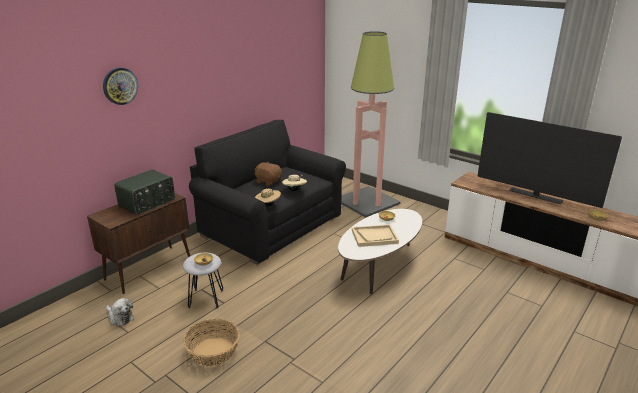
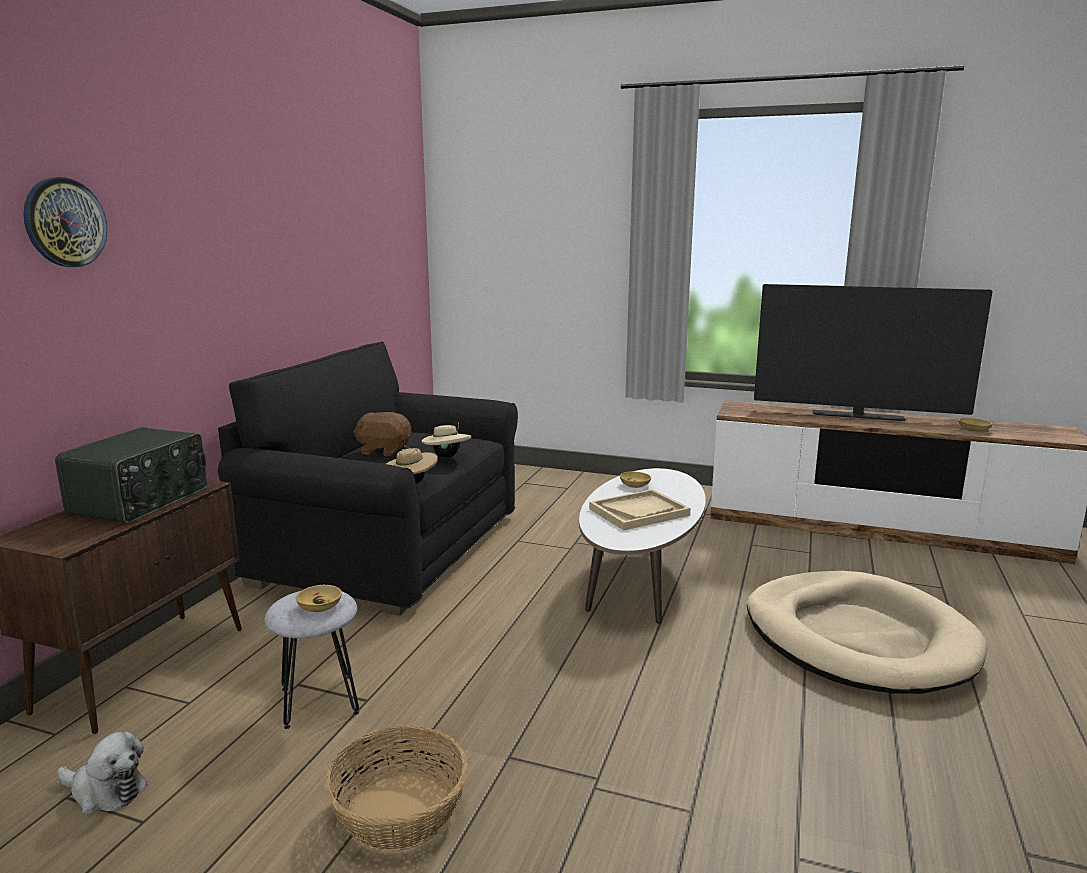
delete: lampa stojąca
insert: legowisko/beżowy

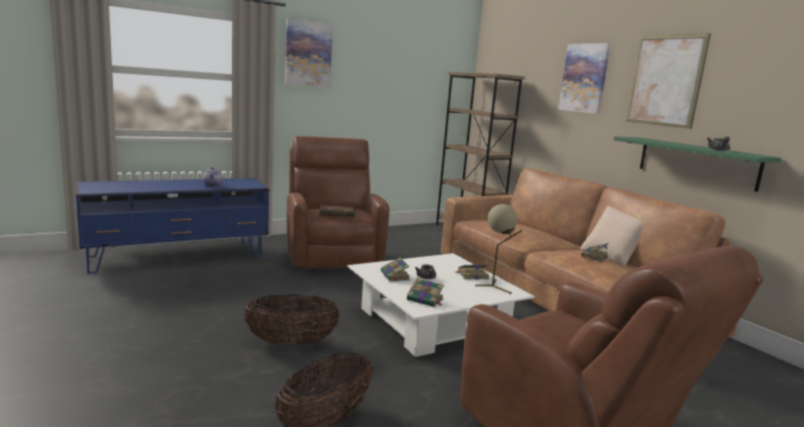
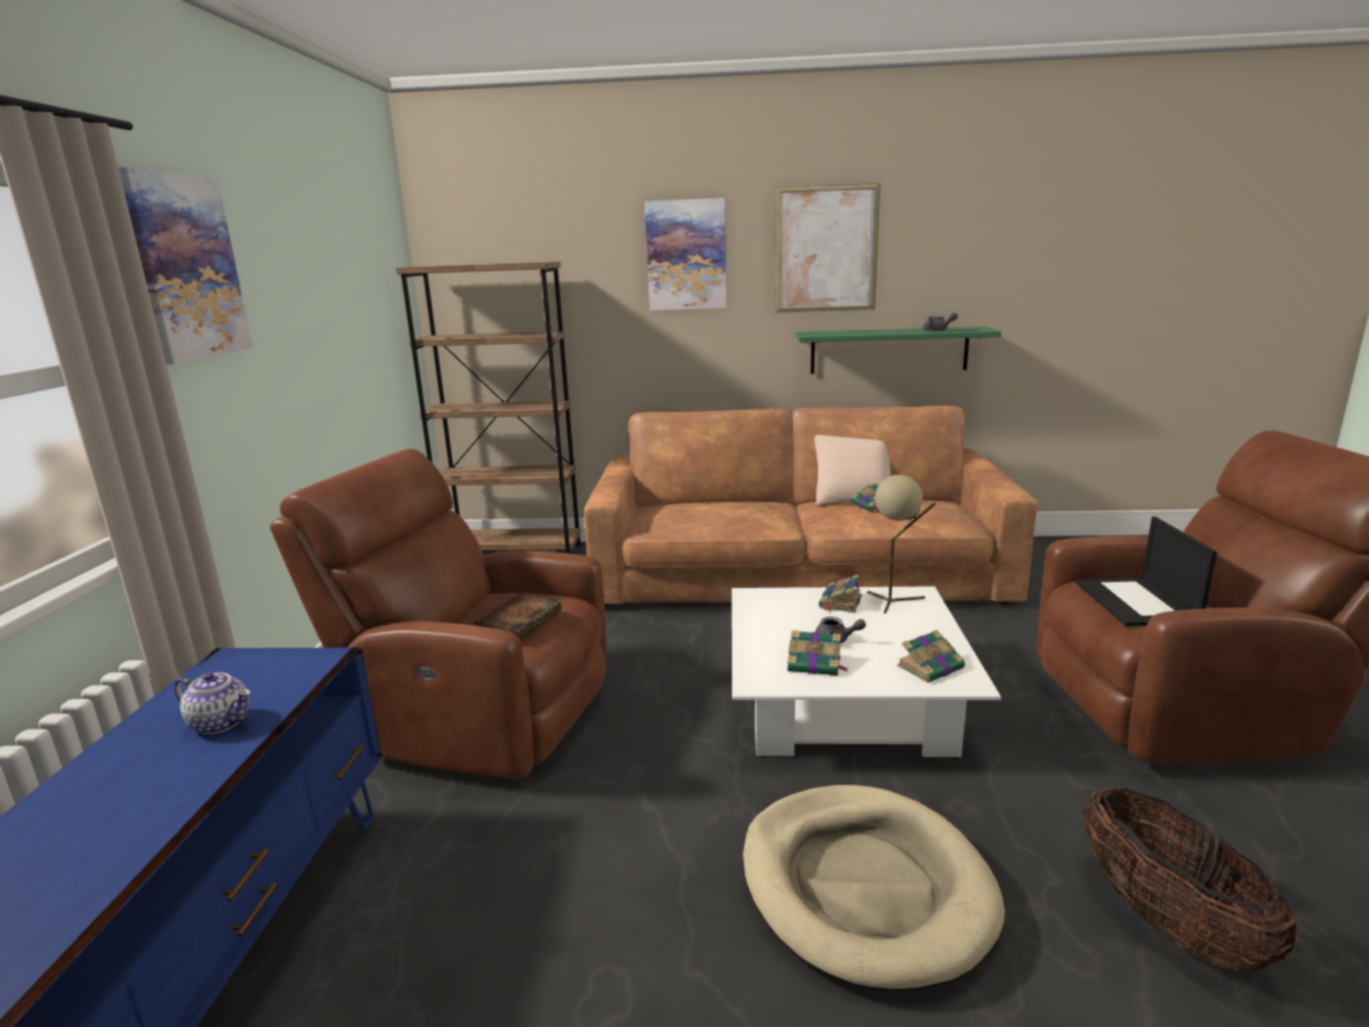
insert: laptop
replace: koszyk (1st from left) to legowisko/beżowy

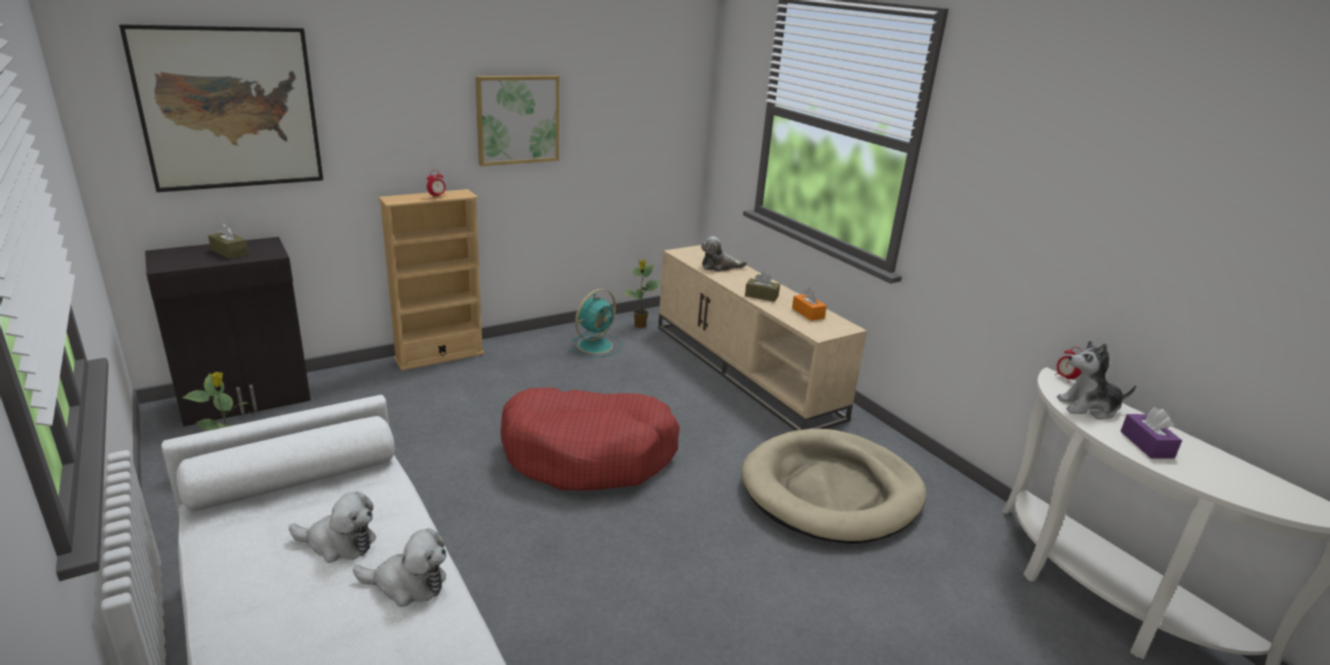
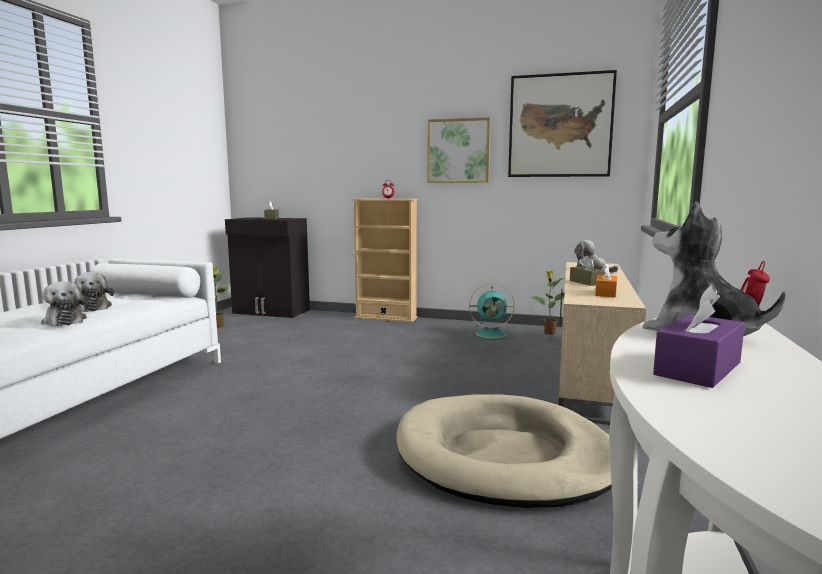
delete: legowisko/czerwony
move: obraz (1st from left in the first image) to obraz (2nd from left)

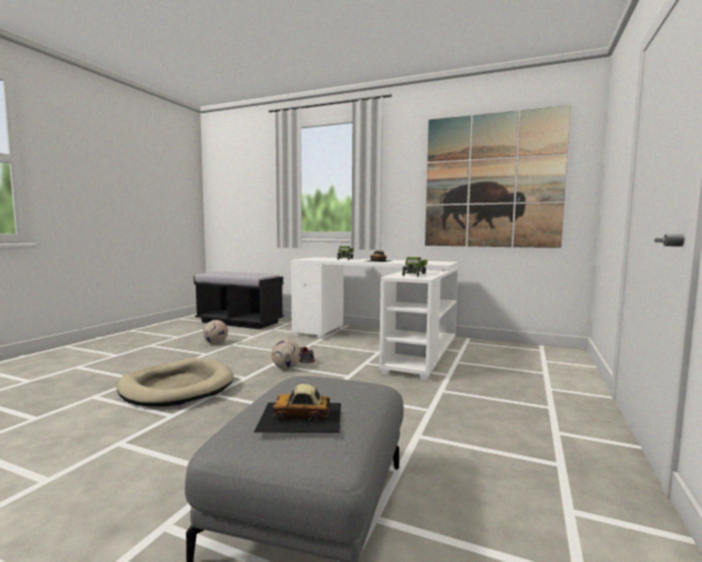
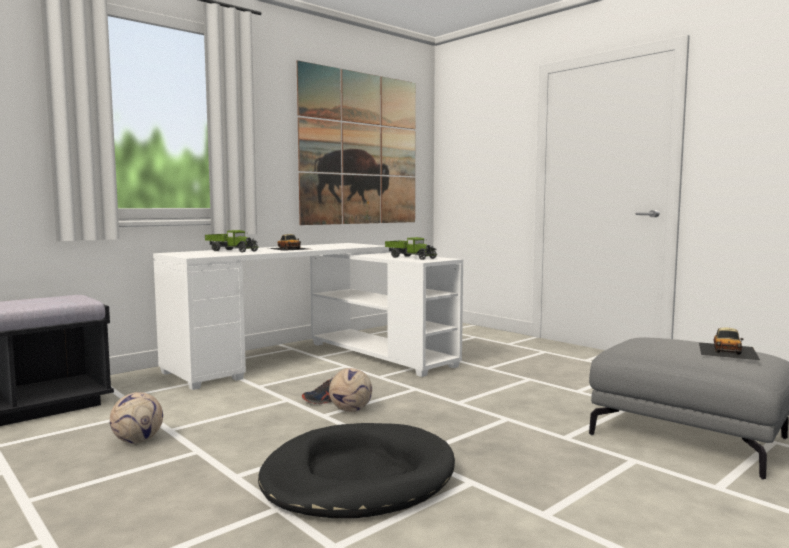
recolor: legowisko/beżowy to legowisko/czarny

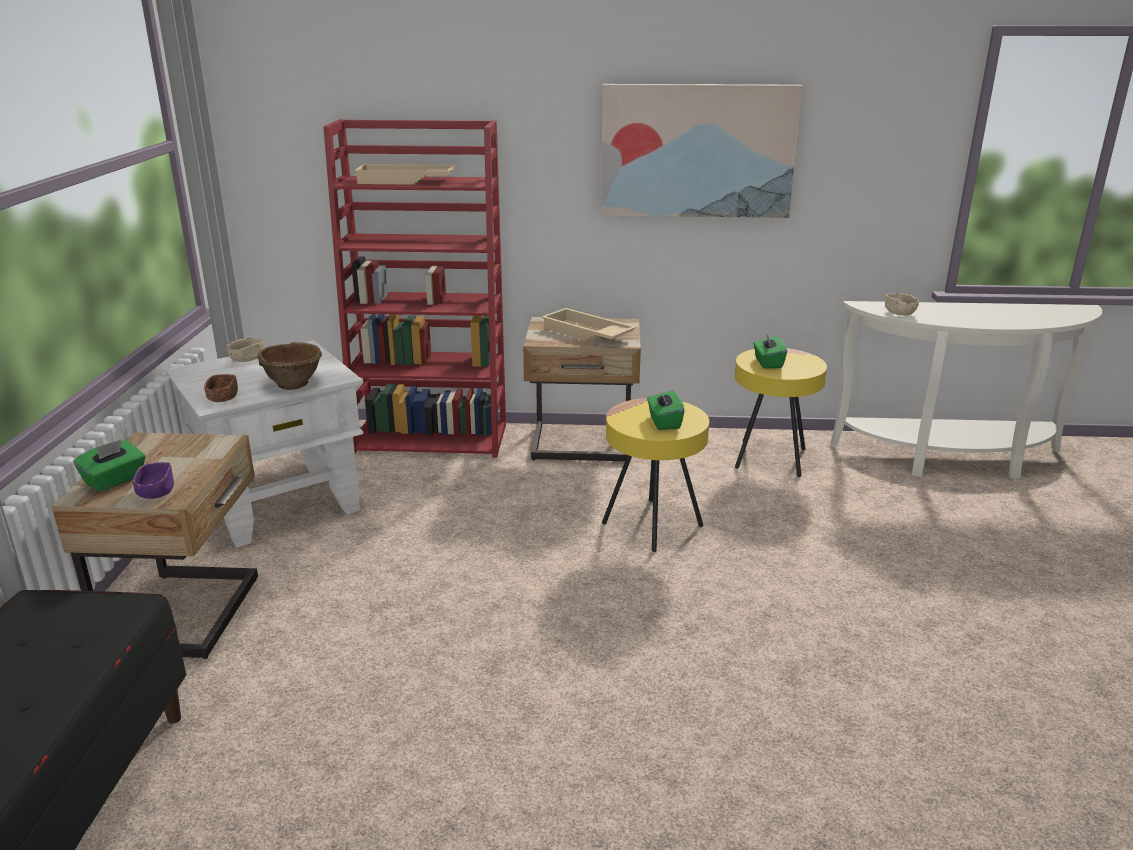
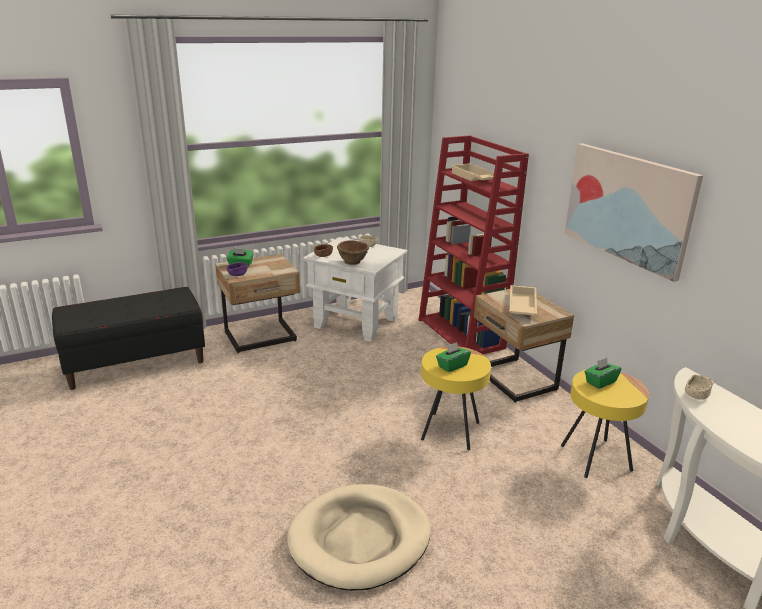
insert: legowisko/beżowy

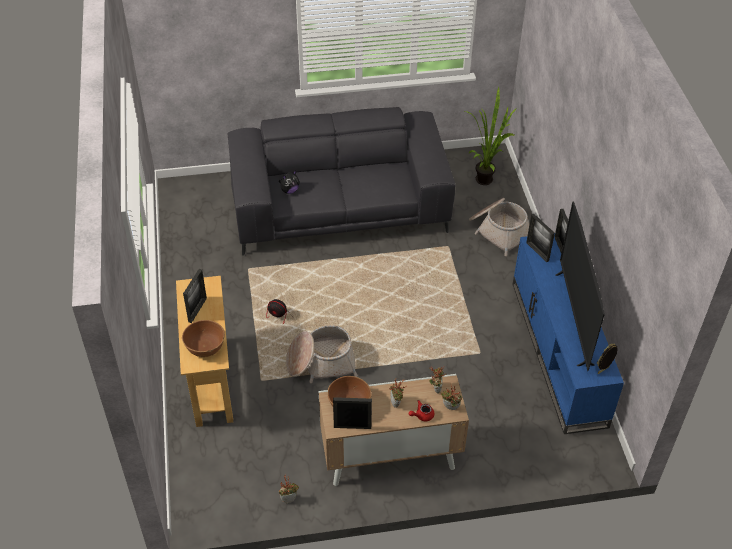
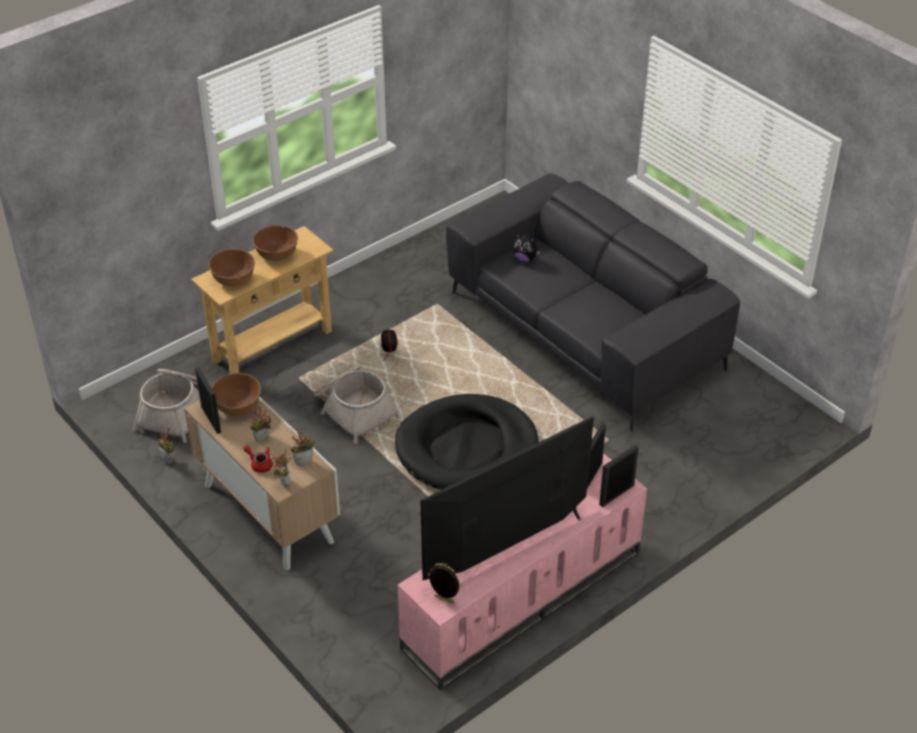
delete: roślina doniczkowa (5th from left)
insert: legowisko/czarny
move: koszyk (2nd from left in the first image) to koszyk (1st from left)
replace: ramka na zdjęcie (1st from left) to miska/brązowy (3rd from left)
recolor: szafka pod telewizor/niebieski to szafka pod telewizor/różowy

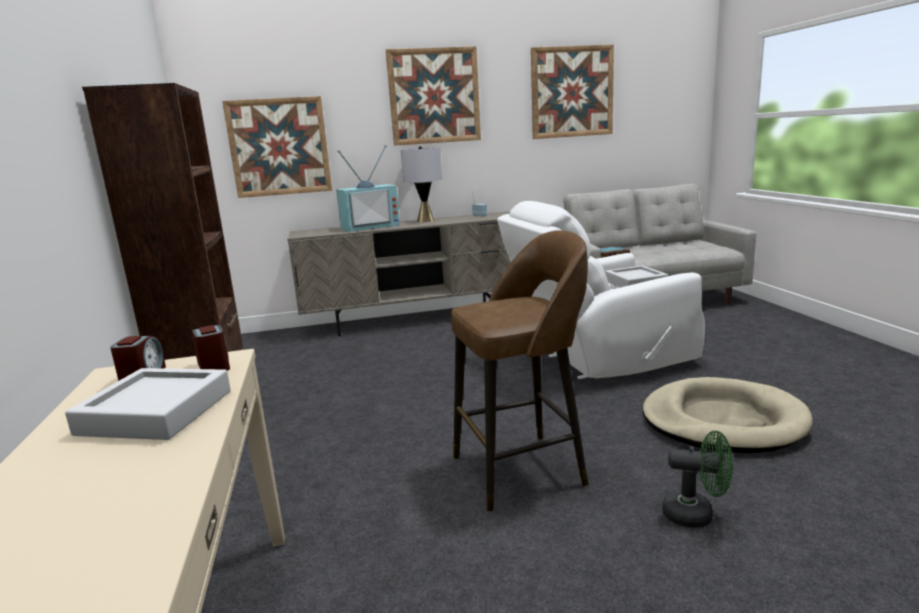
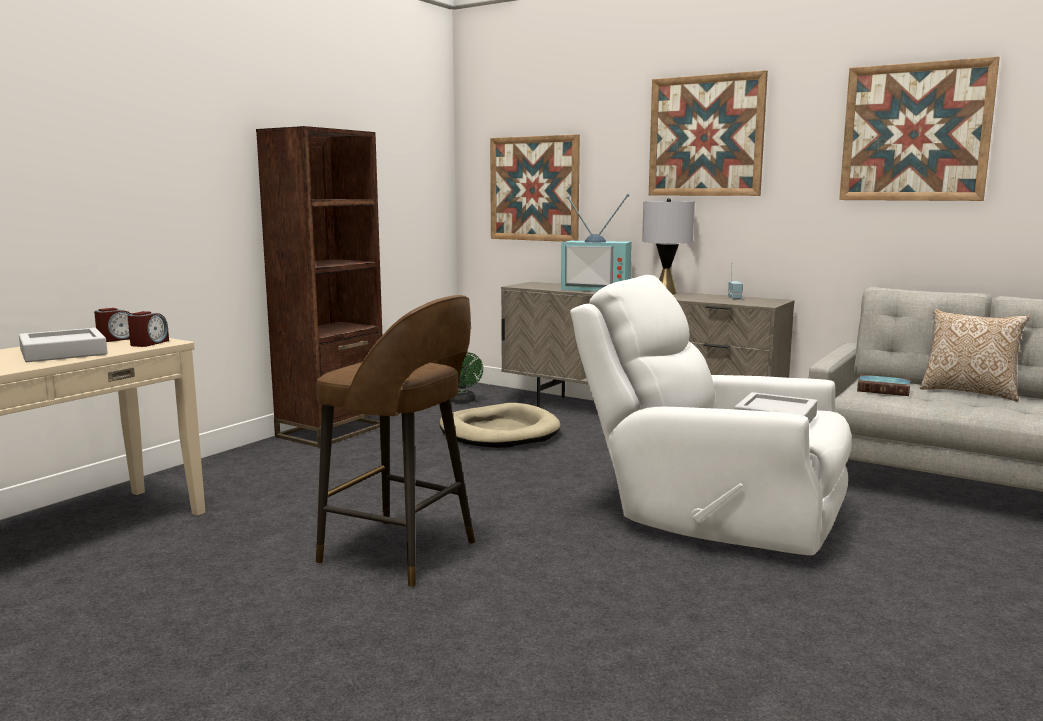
insert: poduszka
move: legowisko/beżowy; wentylator/zielony

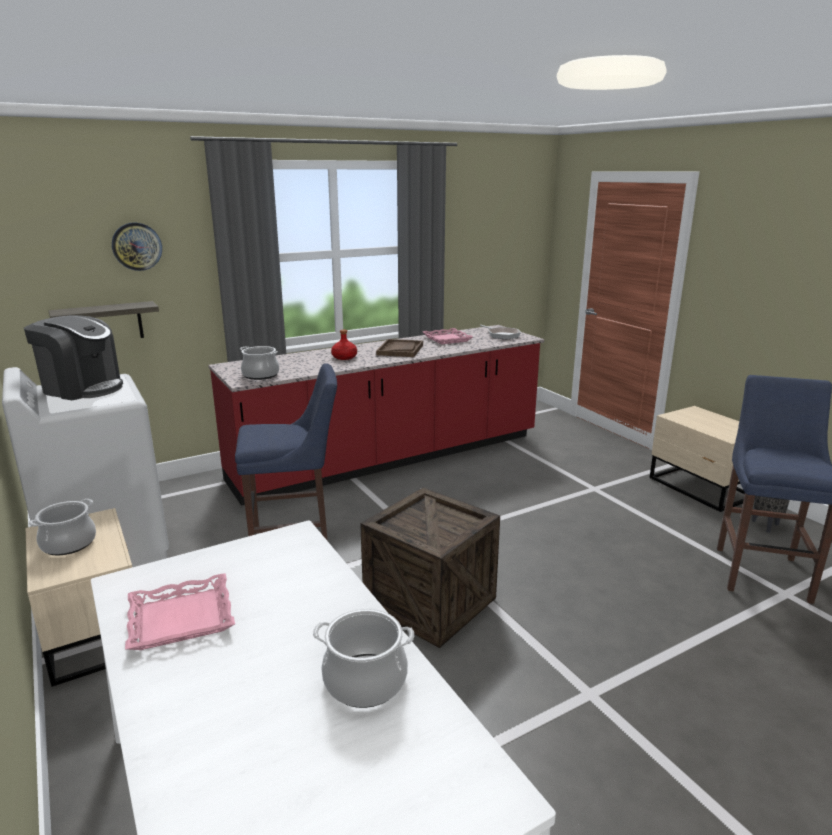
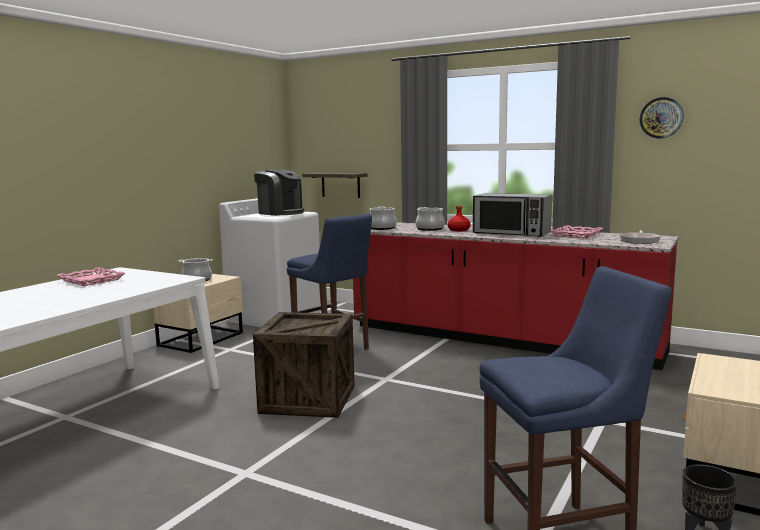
move: zegar ścienny; garnek (3rd from left)
replace: taca/brązowy to mikrofalówka
rotate: ekspres do kawy 45 degrees counterclockwise

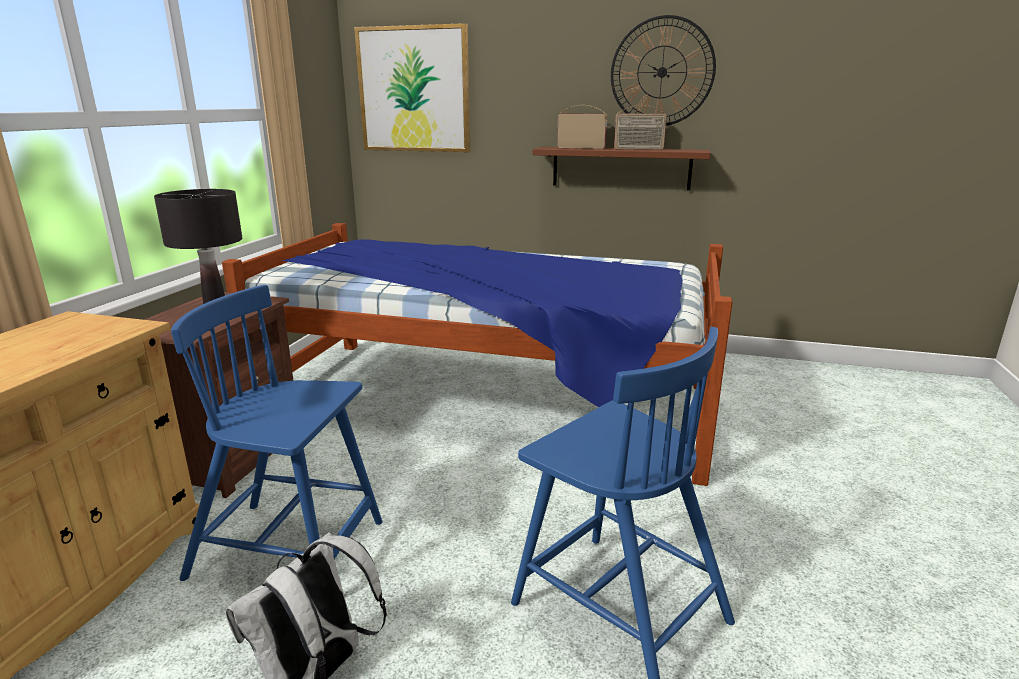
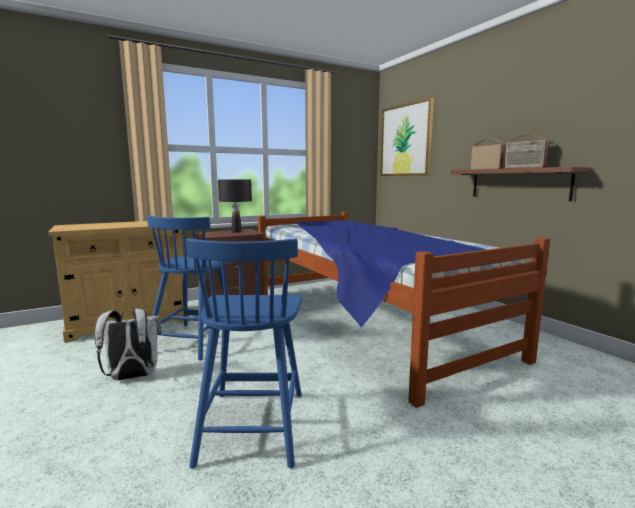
delete: zegar ścienny
rotate: krzesło/niebieski (1st from left) 135 degrees counterclockwise

